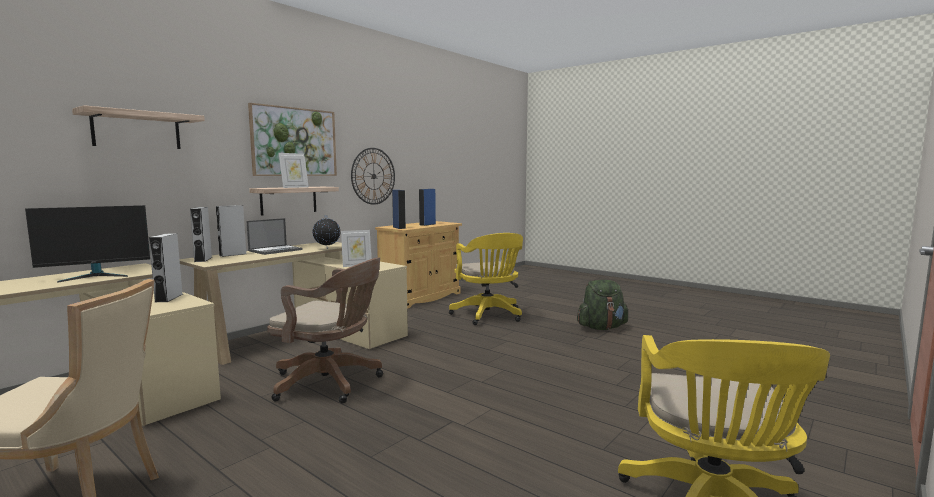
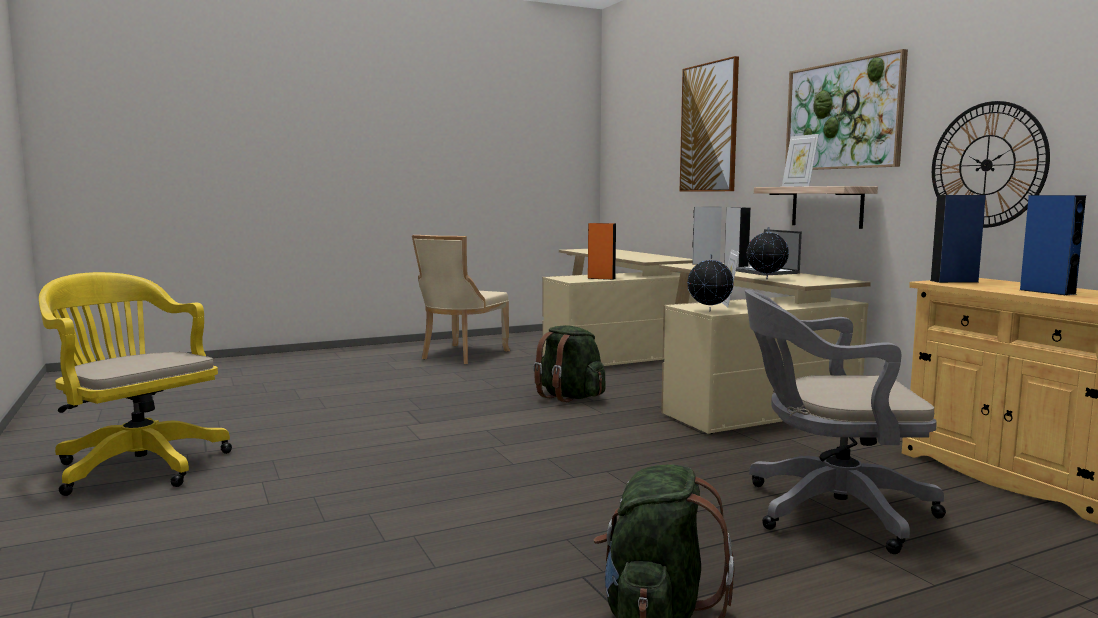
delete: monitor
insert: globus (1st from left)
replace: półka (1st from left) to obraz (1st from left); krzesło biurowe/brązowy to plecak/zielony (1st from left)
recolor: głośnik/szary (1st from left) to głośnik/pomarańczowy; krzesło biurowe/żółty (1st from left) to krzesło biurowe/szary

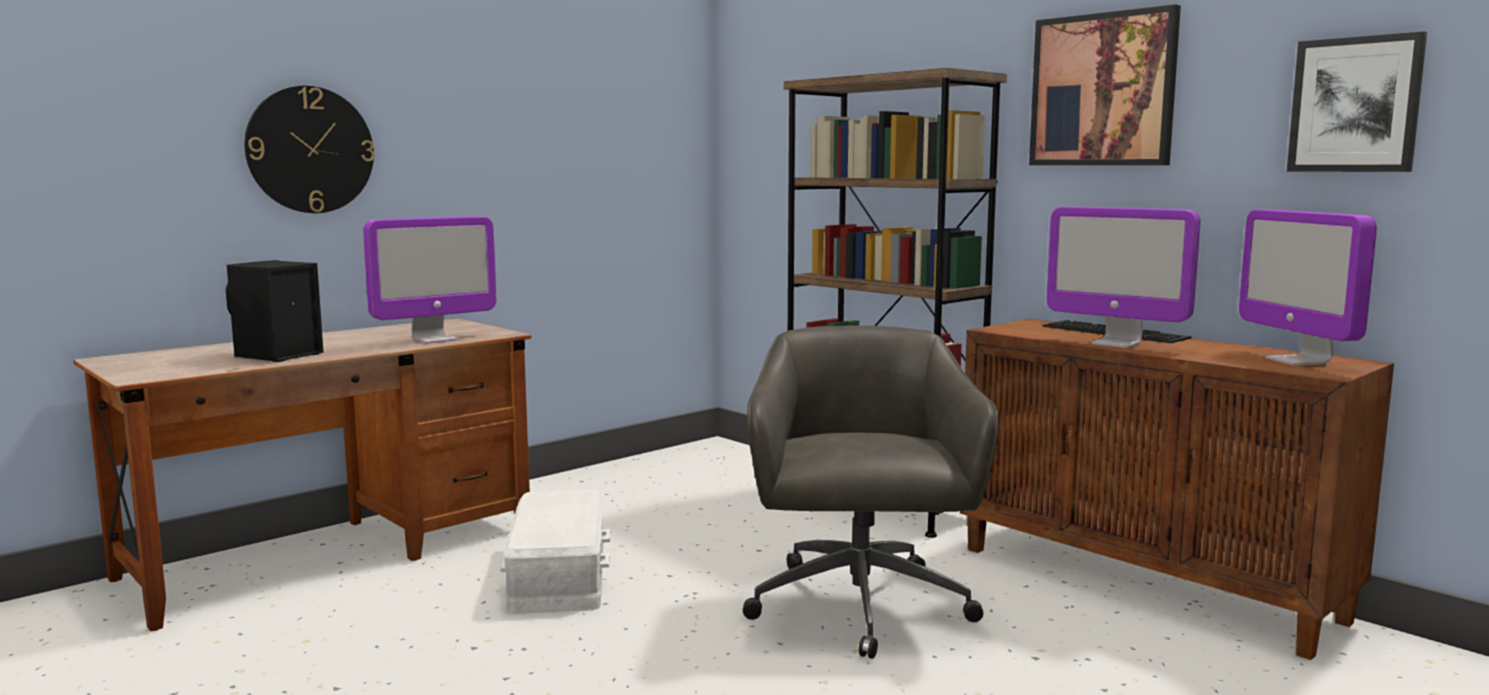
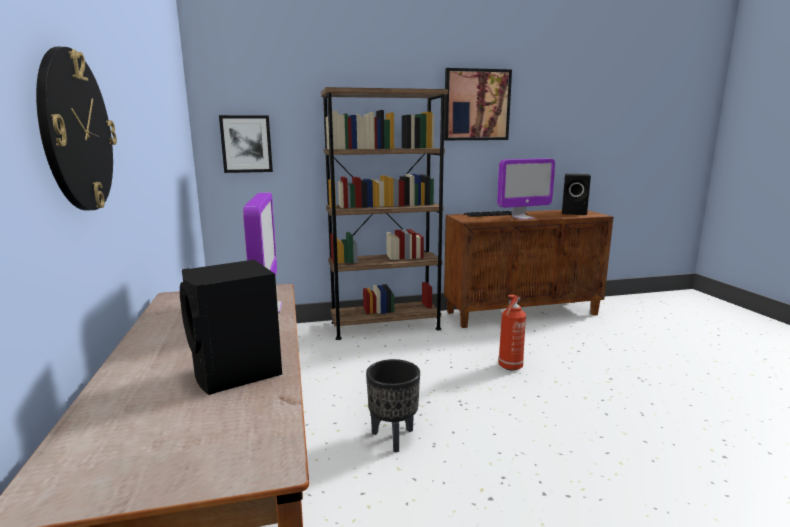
move: obraz (2nd from left in the first image) to obraz (1st from left)
replace: pojemnik do przechowywania/biały to donica/czarny; krzesło biurowe/szary to gaśnica; monitor (3rd from left) to głośnik/czarny (2nd from left)

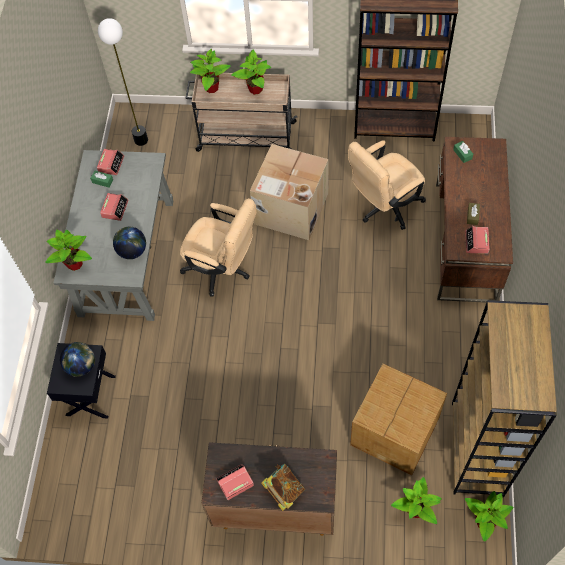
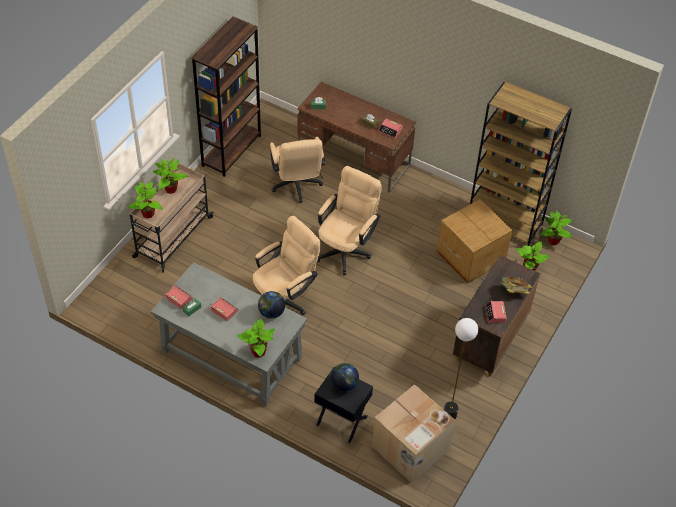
insert: krzesło biurowe/beżowy (3rd from left)
move: lampa stojąca; karton (1st from left)

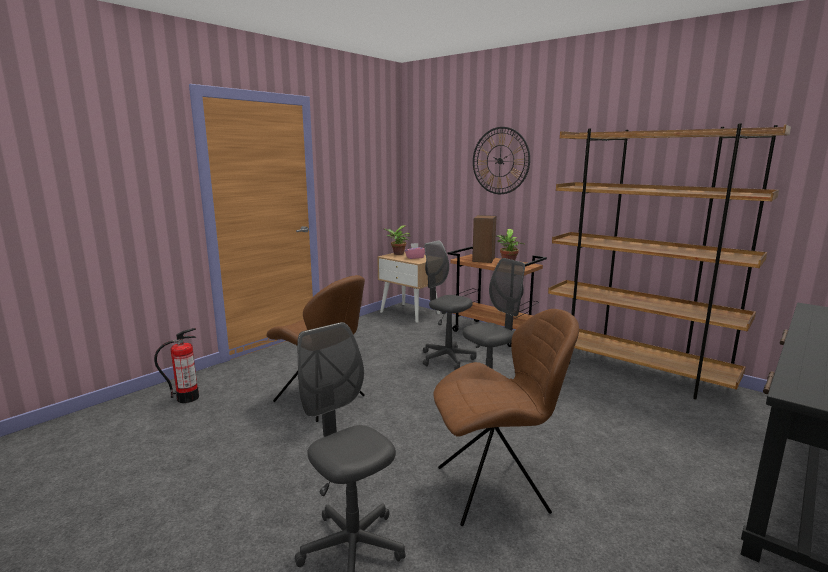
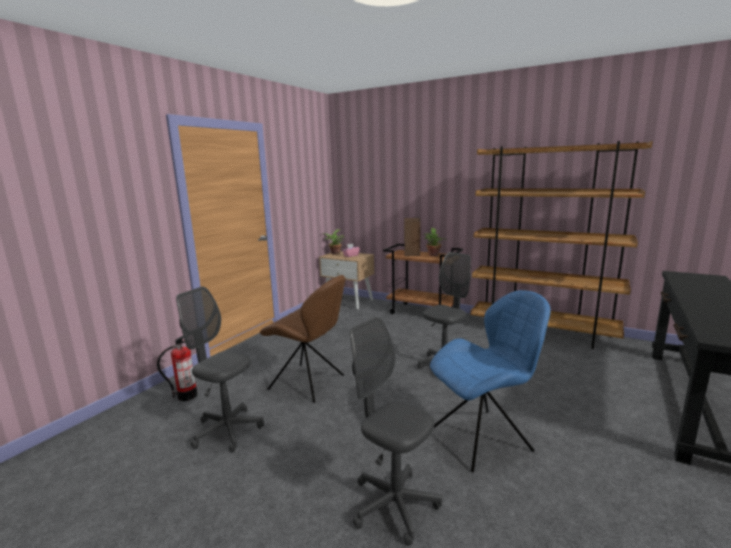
delete: zegar ścienny
move: krzesło biurowe/szary (2nd from left in the first image) to krzesło biurowe/szary (1st from left)
recolor: krzesło/brązowy (2nd from left) to krzesło/niebieski

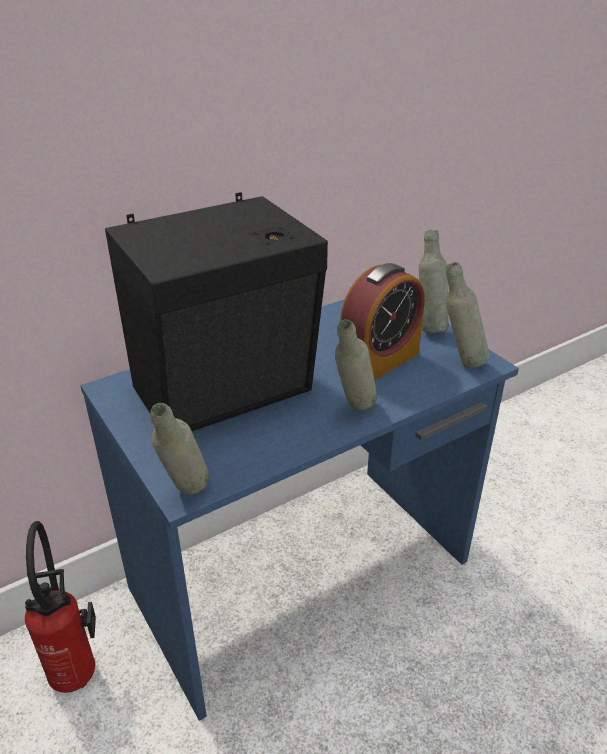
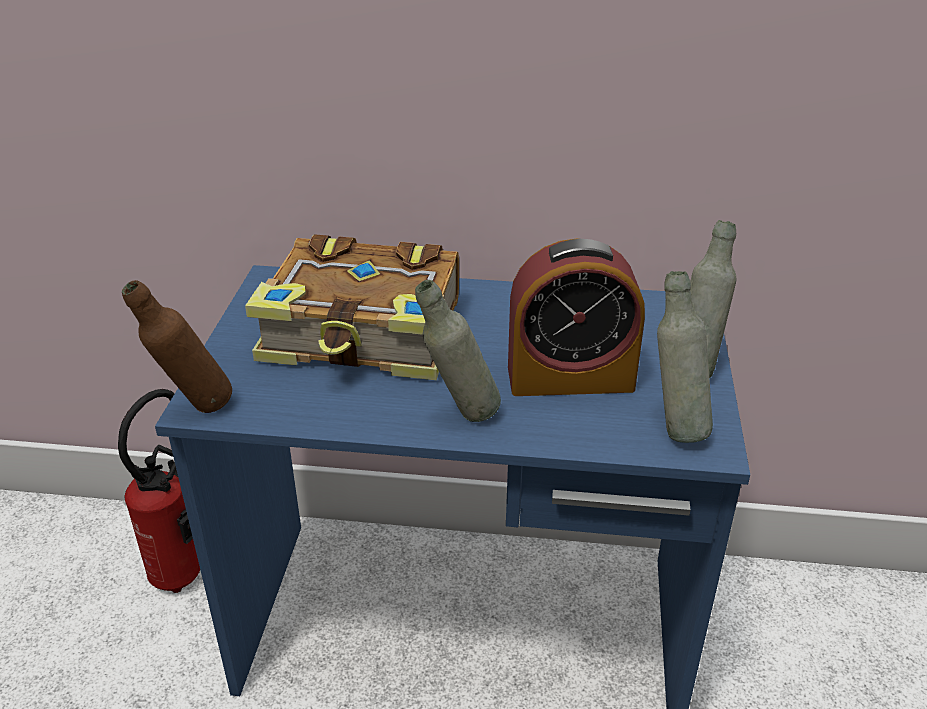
replace: głośnik/czarny to książka
recolor: butelka/szary (1st from left) to butelka/brązowy

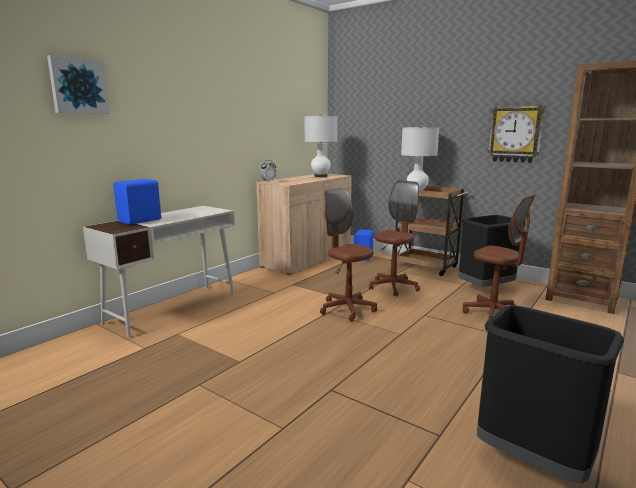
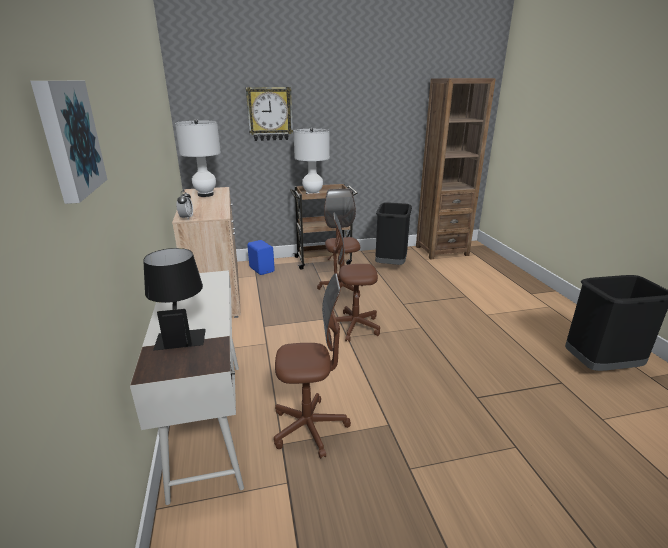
move: krzesło biurowe/brązowy (3rd from left in the first image) to krzesło biurowe/brązowy (1st from left); zegar ścienny
replace: głośnik/niebieski (1st from left) to lampa stołowa/czarny

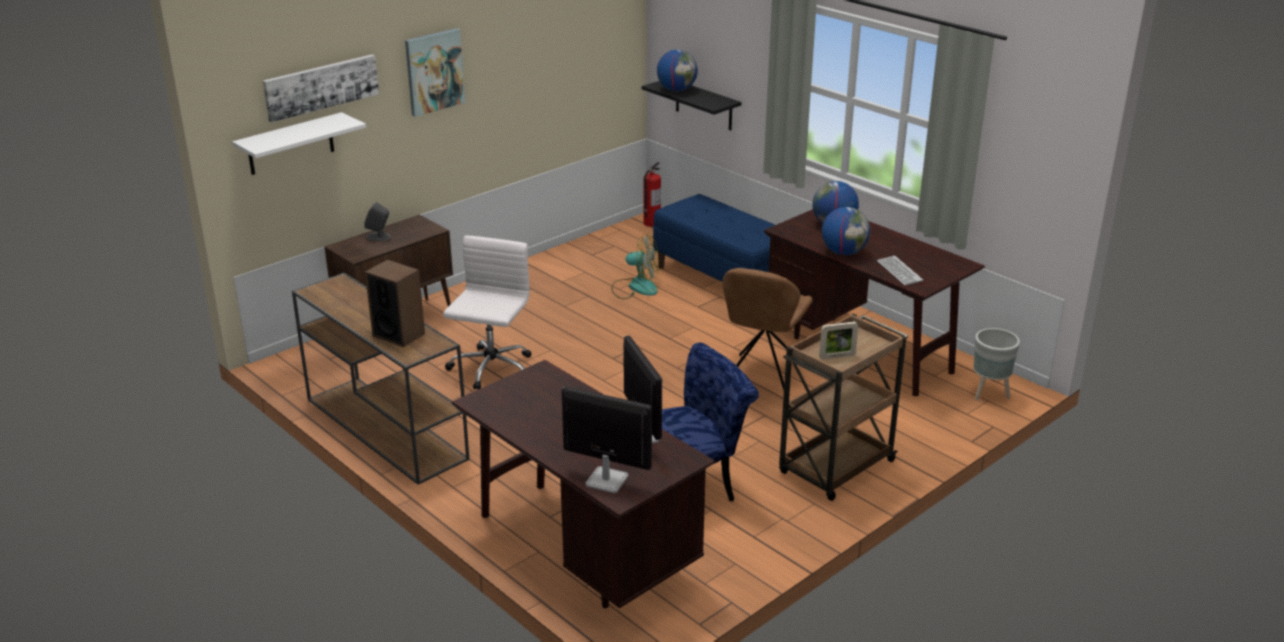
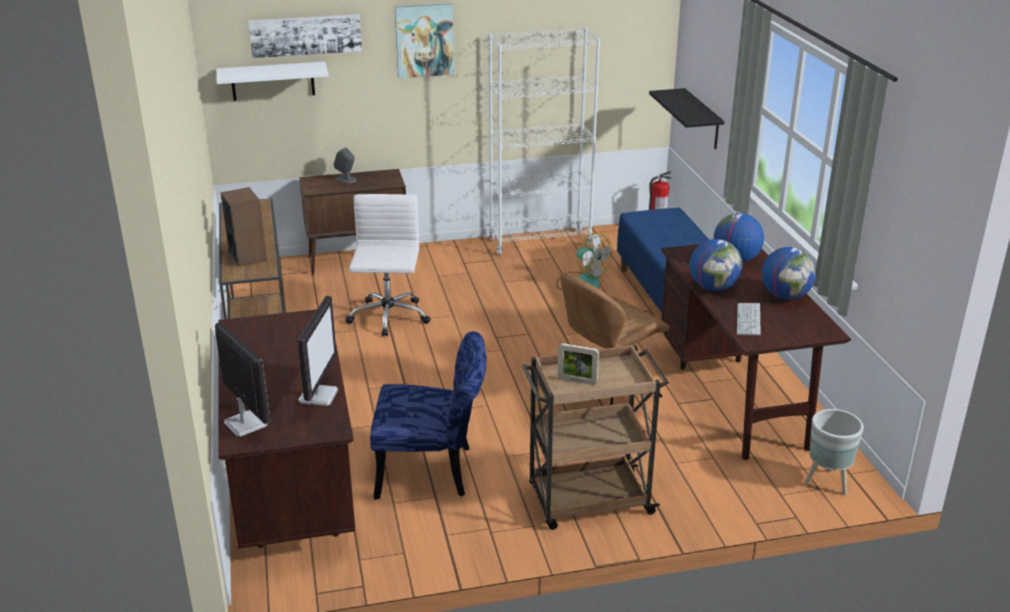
insert: regał/biały
move: globus (1st from left in the first image) to globus (3rd from left)
rotate: krzesło biurowe/biały 45 degrees counterclockwise

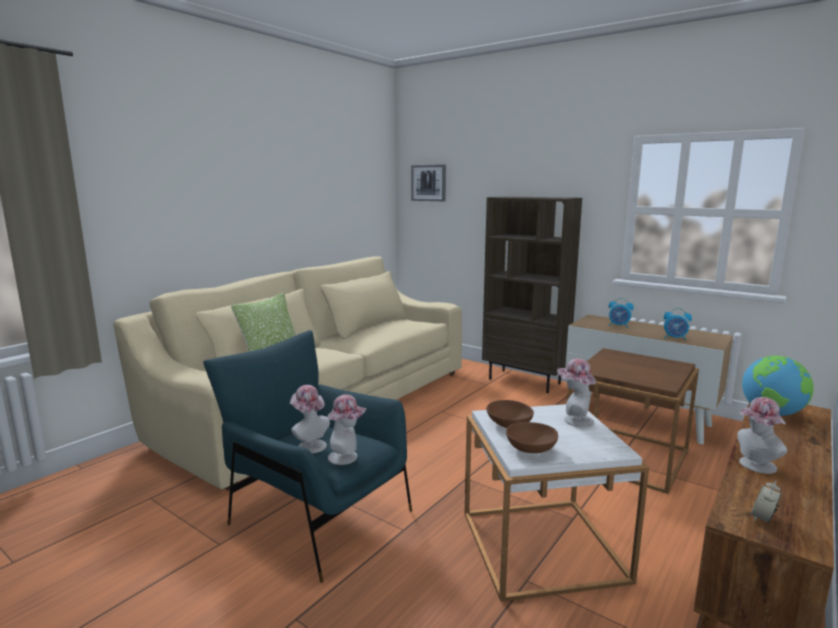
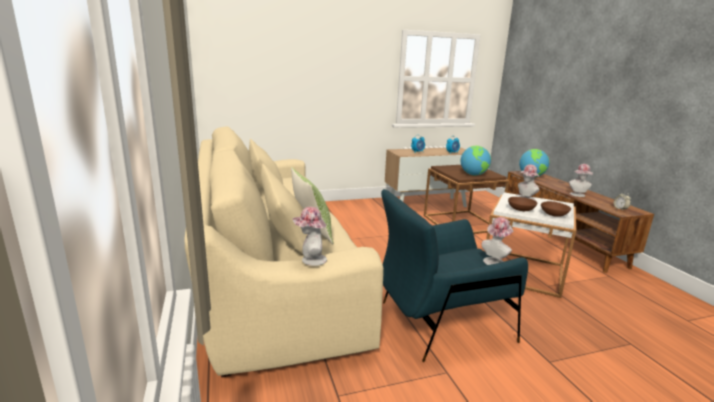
delete: obraz; regał/brązowy
insert: globus (1st from left)
move: kapelusz (1st from left)

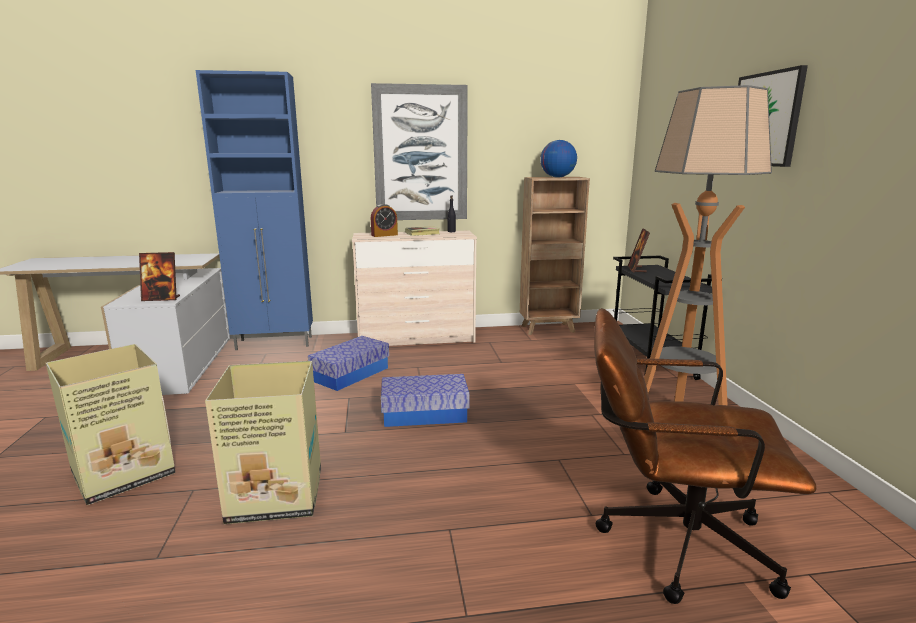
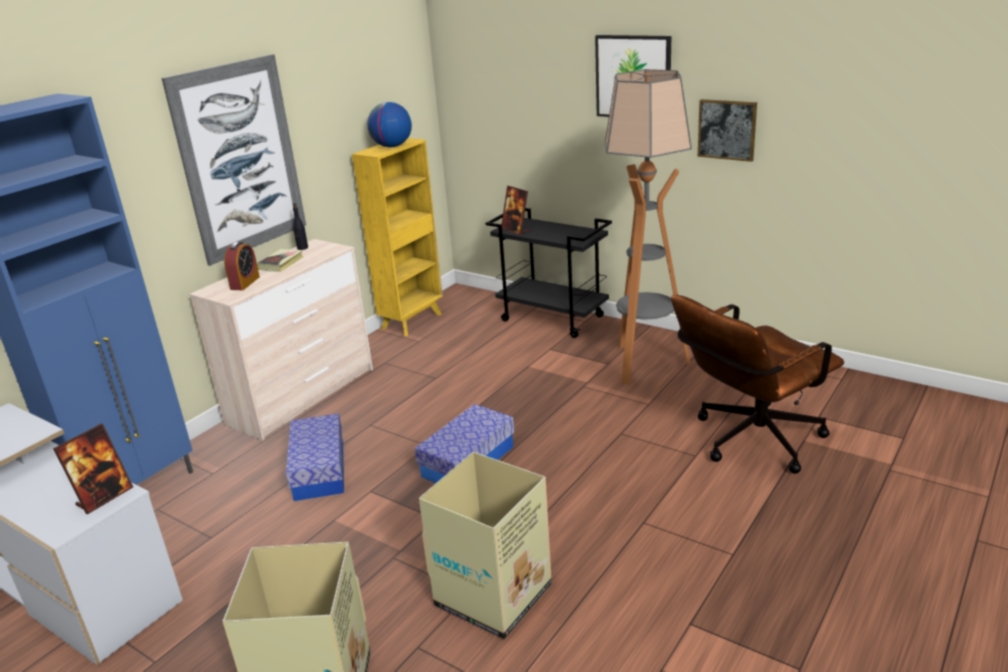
insert: obraz (3rd from left)
recolor: regał/brązowy to regał/żółty

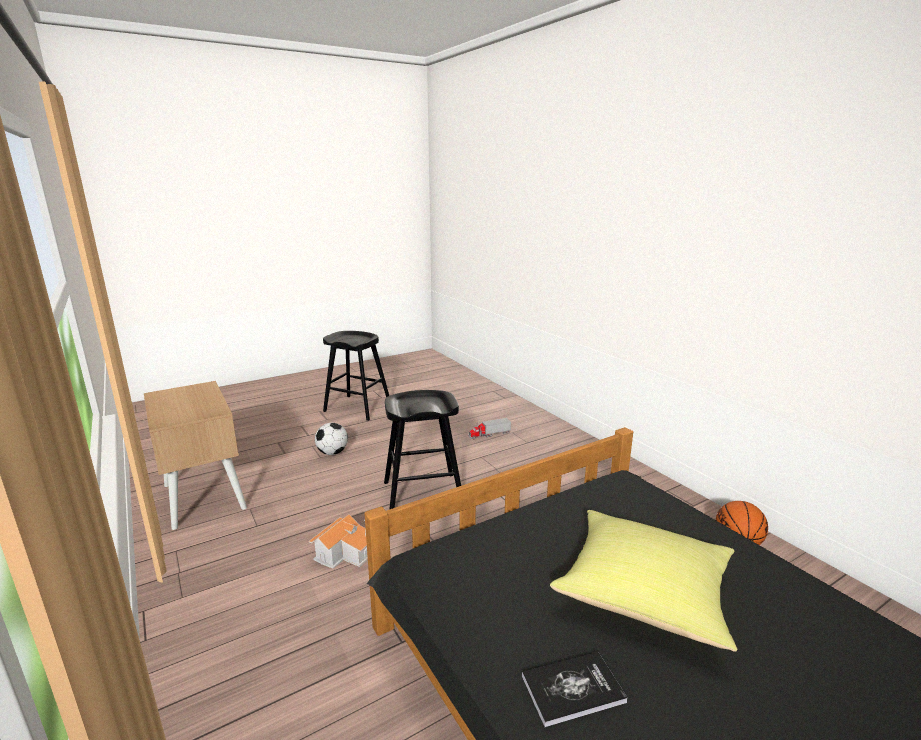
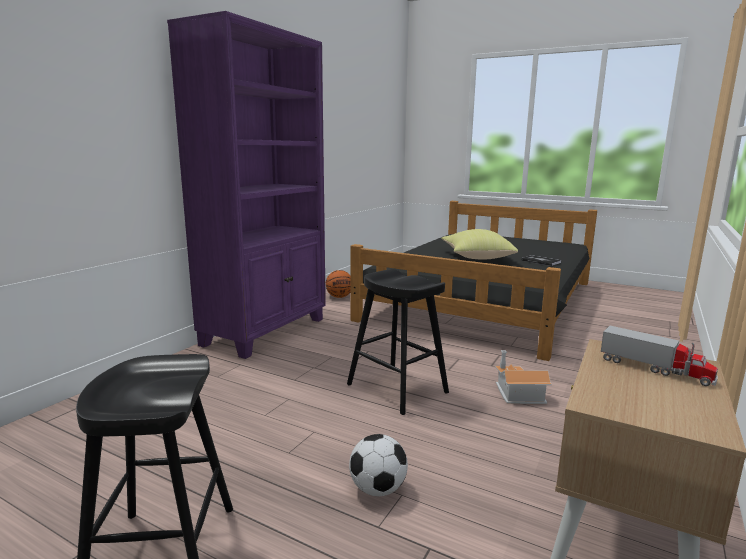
insert: regał/fioletowy
move: ciężarówka zabawkowa

